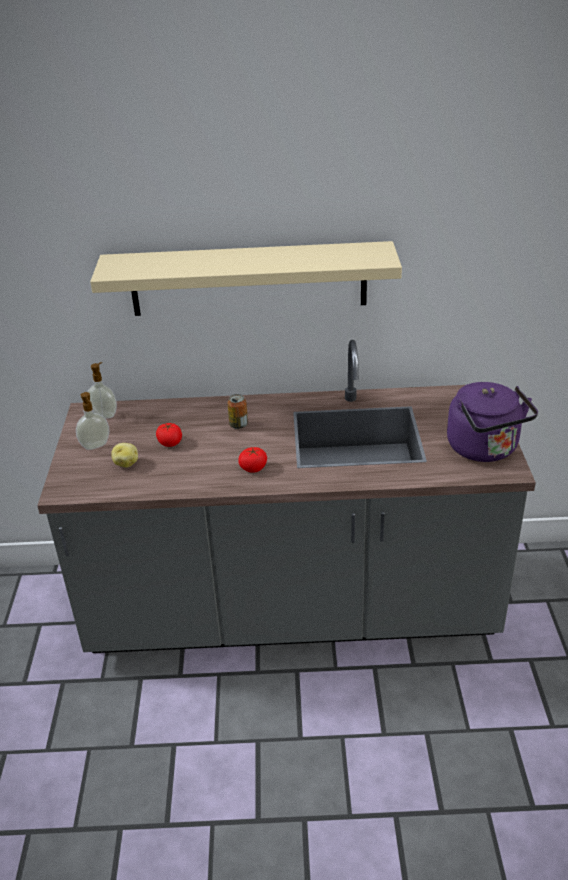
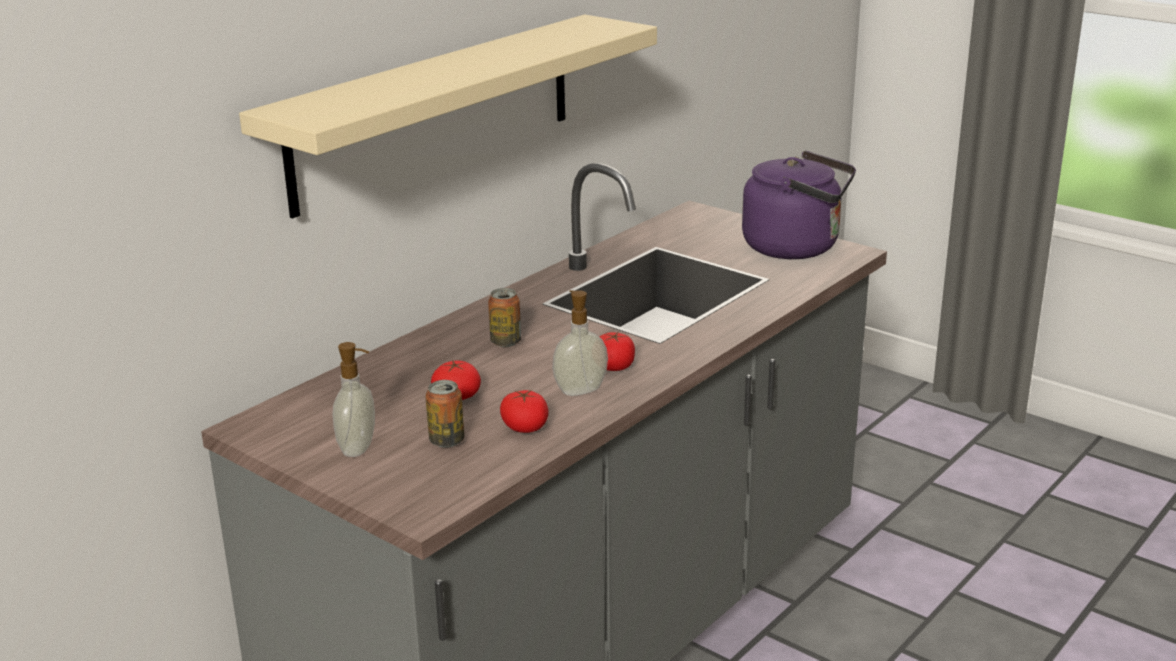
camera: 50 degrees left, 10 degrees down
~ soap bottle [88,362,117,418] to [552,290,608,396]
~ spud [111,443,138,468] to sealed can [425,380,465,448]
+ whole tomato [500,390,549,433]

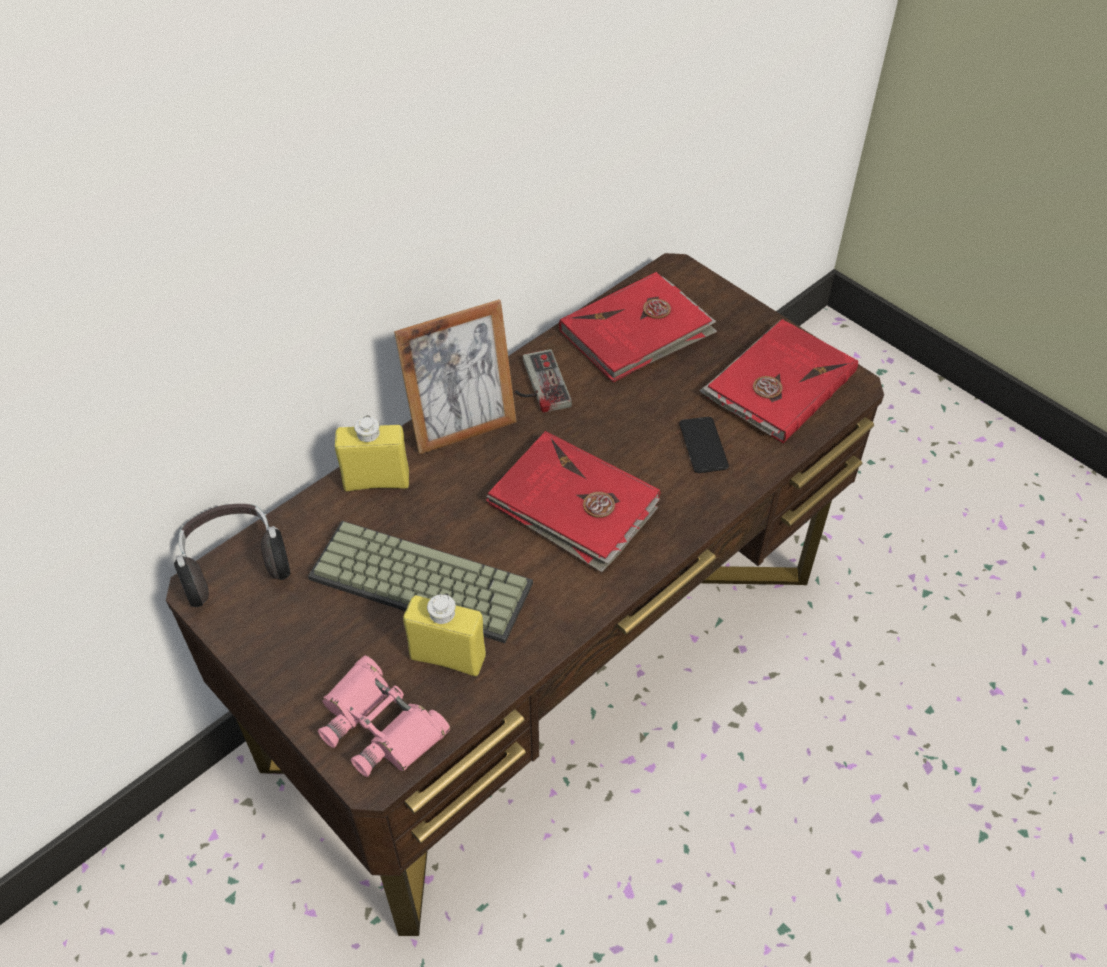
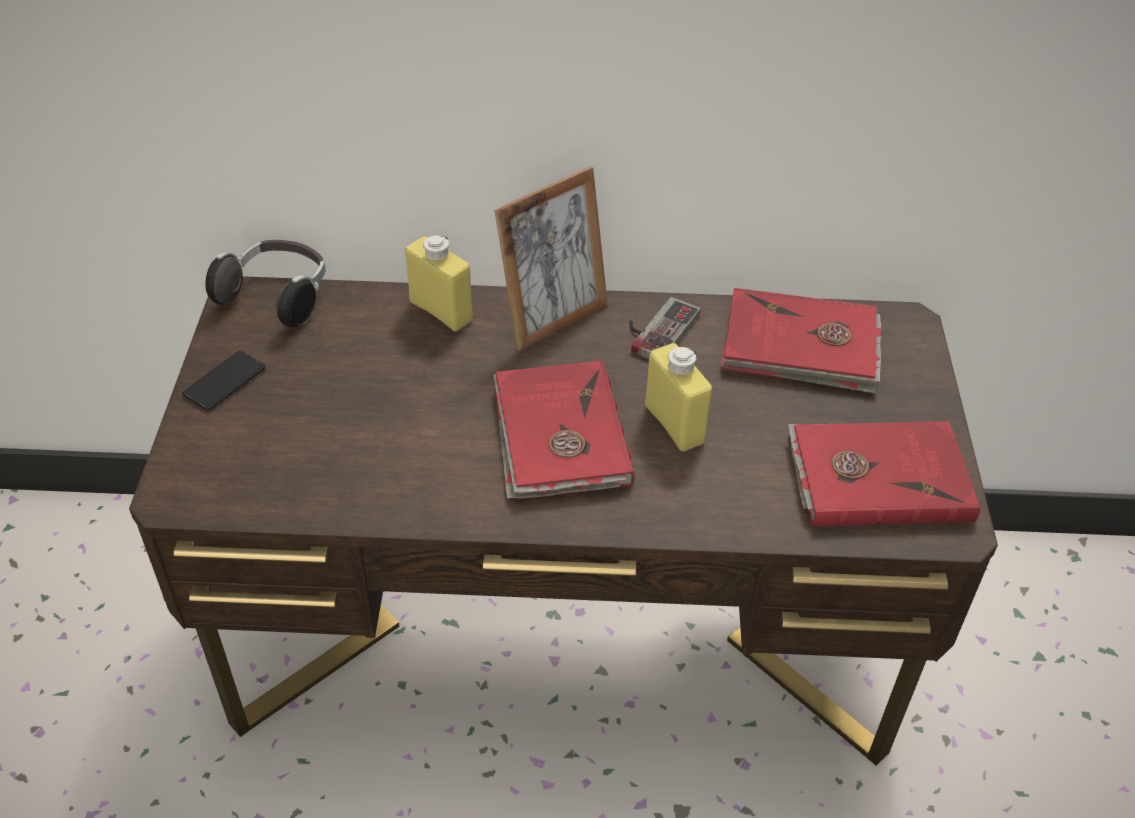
camera: 45 degrees right, 5 degrees down
- PC keyboard [308,521,533,643]
- pinkish pair of binoculars [318,655,450,777]
~ standing frame [394,299,517,454] = [494,166,608,351] 60 degrees counterclockwise
~ yellow beverage bottle [403,593,486,676] to [645,343,712,452]
~ handset [679,417,729,473] to [182,351,265,410]

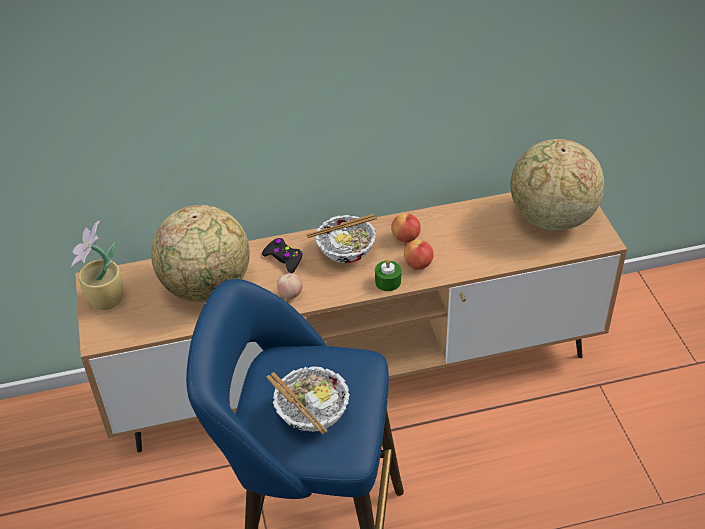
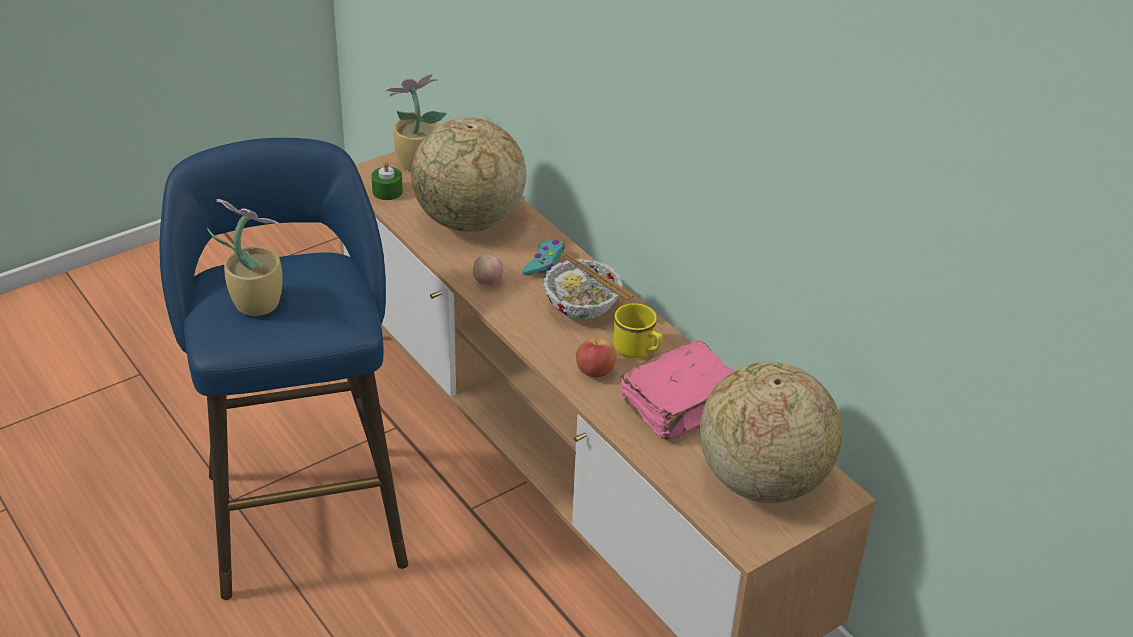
camera: 65 degrees right, 5 degrees down
~ black game controller [262,238,303,273] to blue-green game controller [522,240,565,275]
~ deep dish [266,366,350,435] to plant in a pot [207,199,283,316]
~ greenish wax light [375,259,401,291] to [371,161,403,200]
~ apple [391,213,421,243] to yellow tea mug [614,303,663,358]
+ pinkish book [620,341,735,440]

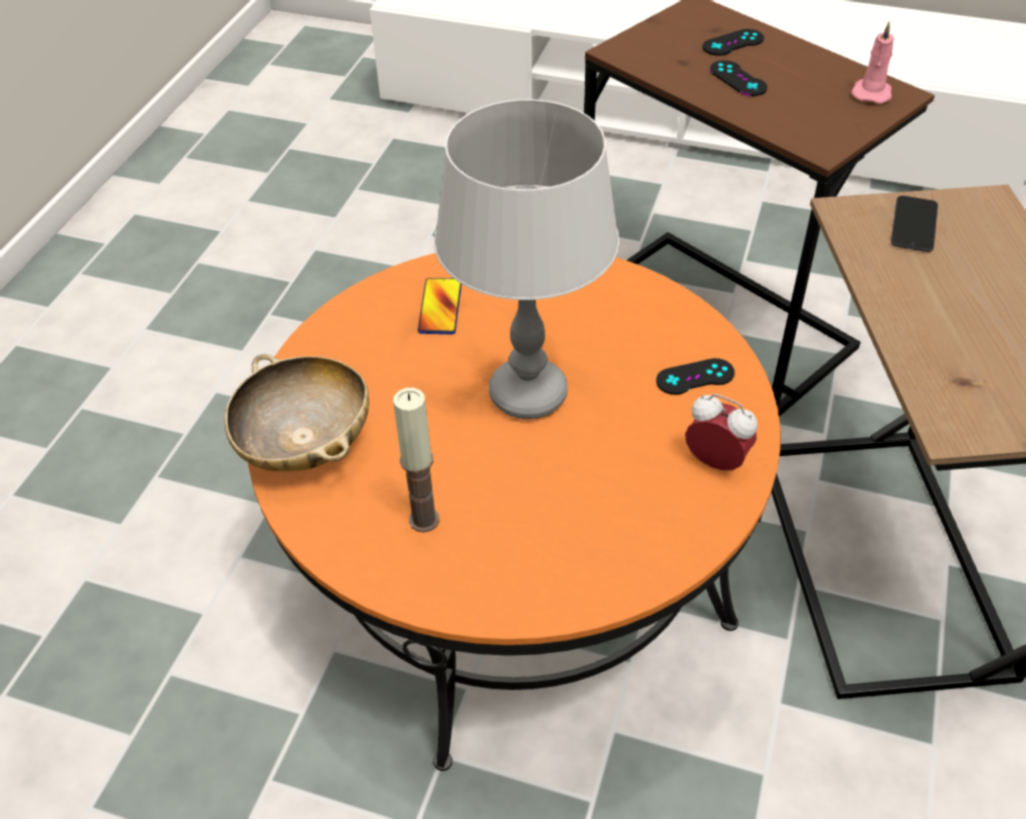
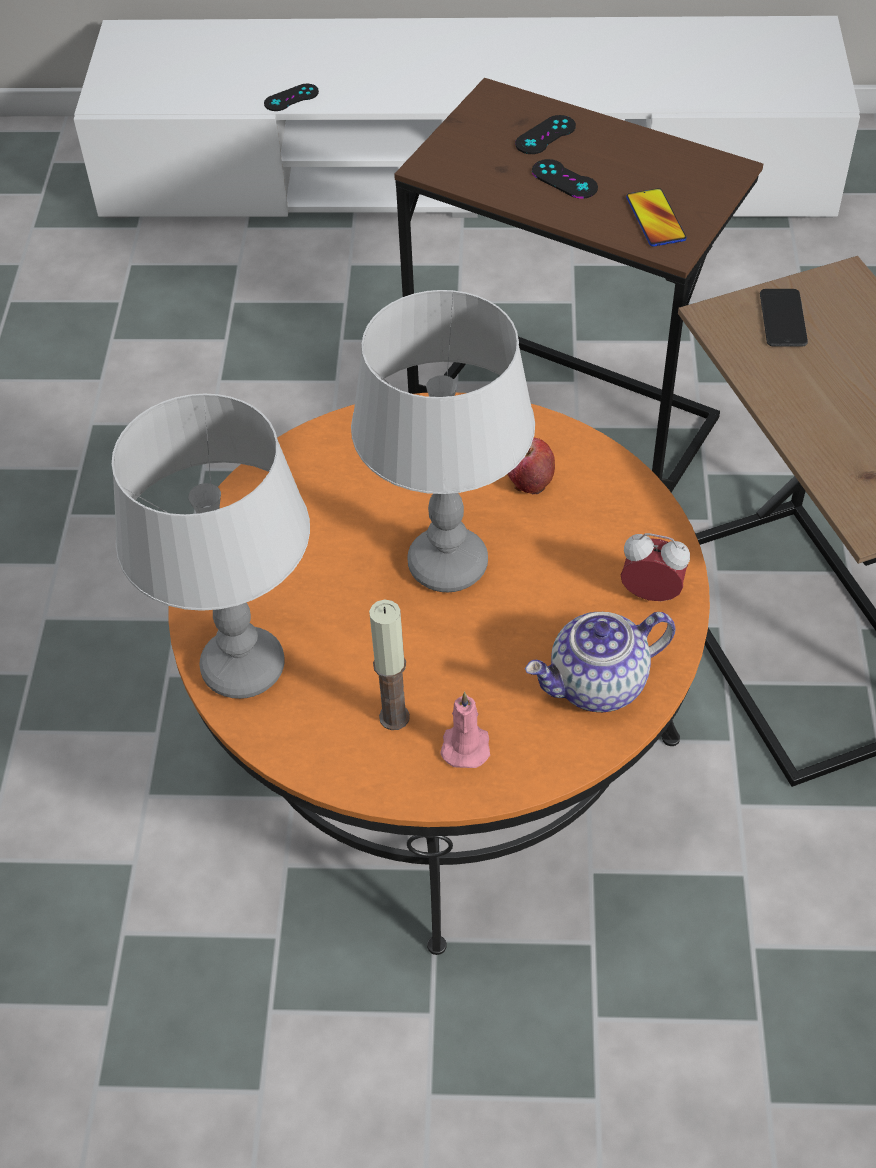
camera: 15 degrees left, 5 degrees up
~ beige deep dish [225,354,369,472] to gray table lamp [112,394,310,699]
~ handset [418,278,462,334] to [626,188,687,247]
~ black game controller [656,358,735,395] to [264,84,319,111]
~ pinkish wax light [851,21,894,104] to [440,692,490,768]
+ apple [507,438,555,495]
+ pot for tea [525,612,676,712]

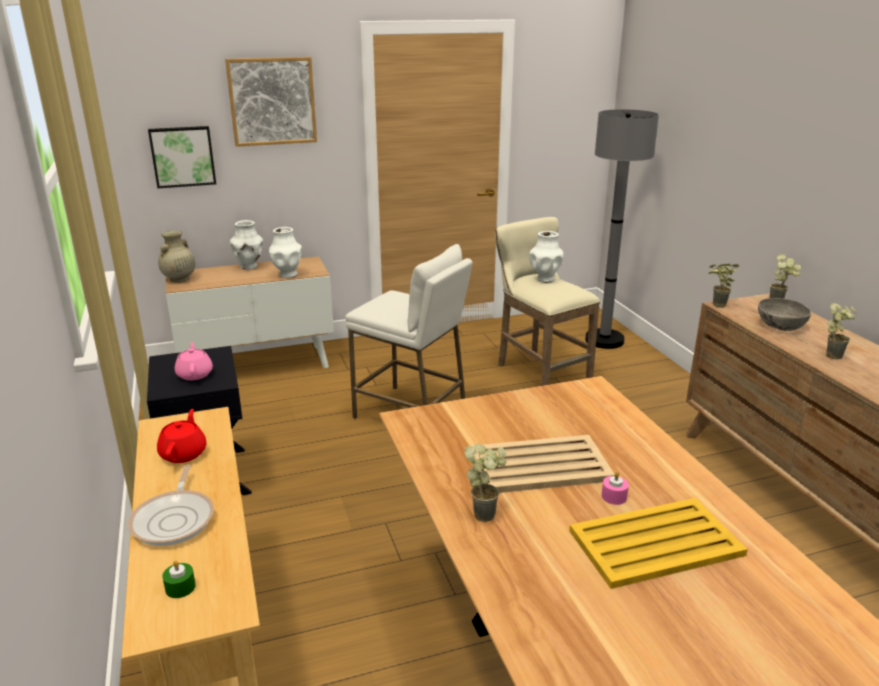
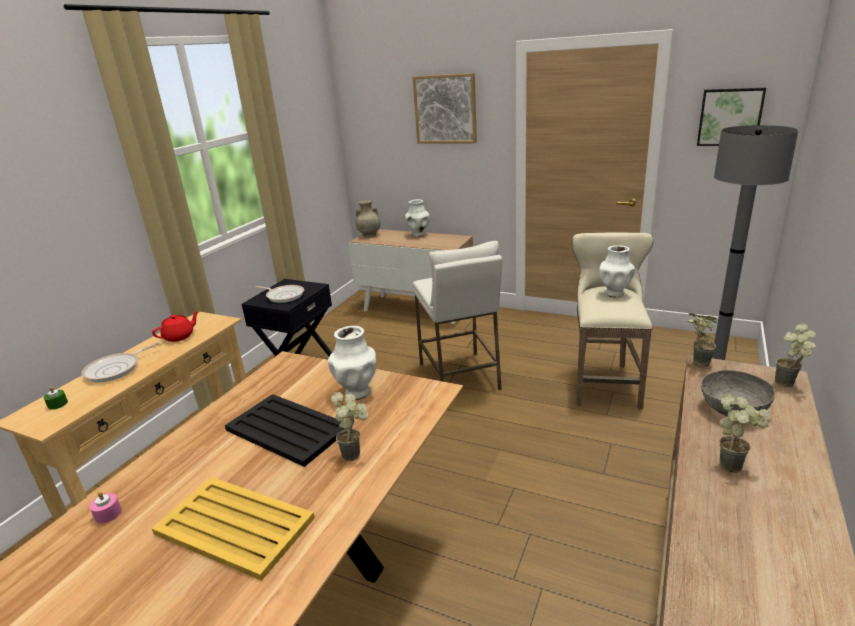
camera: 45 degrees right, 0 degrees up
~ wall picture [148,126,216,188] to [697,88,766,146]
~ pinkish pot for tea [175,342,213,380] to pan [255,285,304,303]
~ white decorative vase [269,227,302,278] to [328,326,376,400]
~ plant in a pot [464,444,506,522] to [331,392,369,461]
~ beige tray [471,435,615,493] to black tray [225,394,344,467]
~ pinkish wax light [601,472,629,505] to [90,491,122,524]

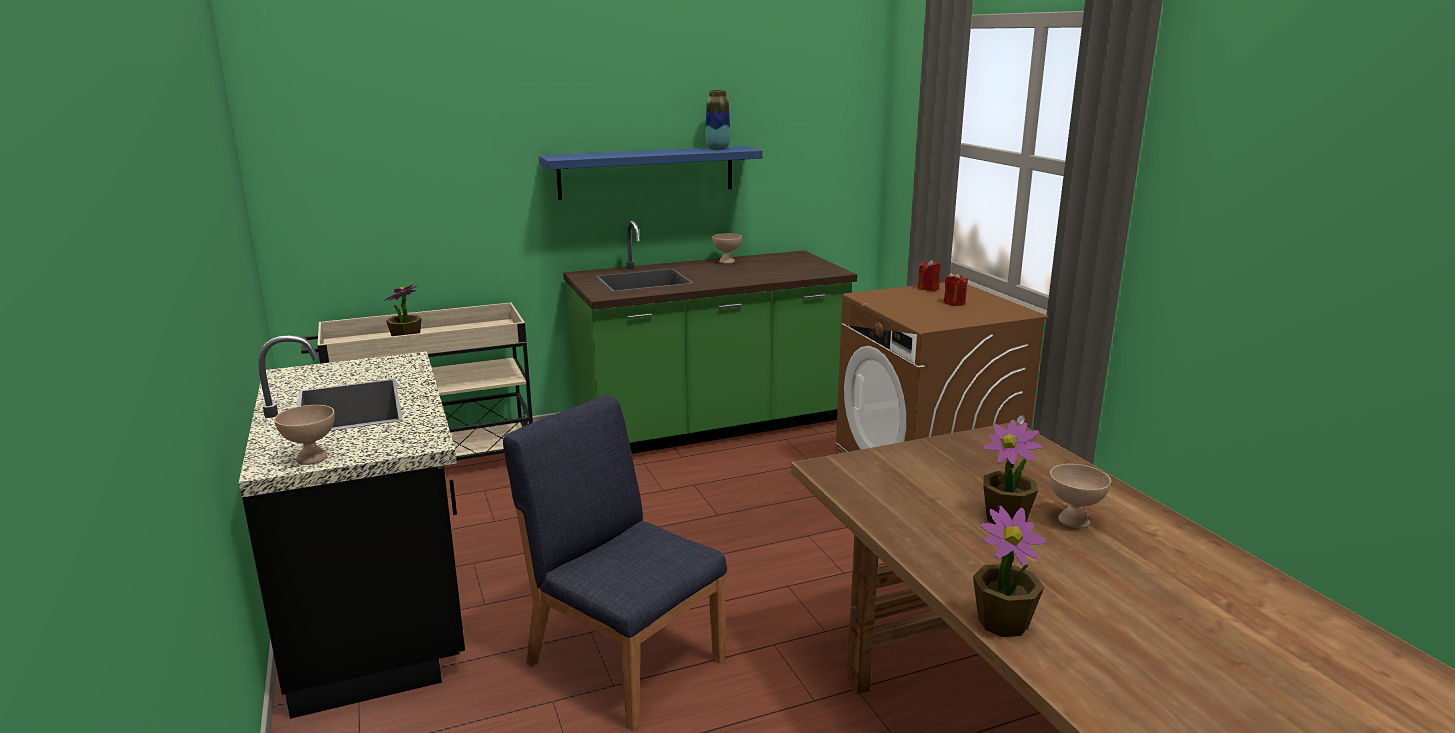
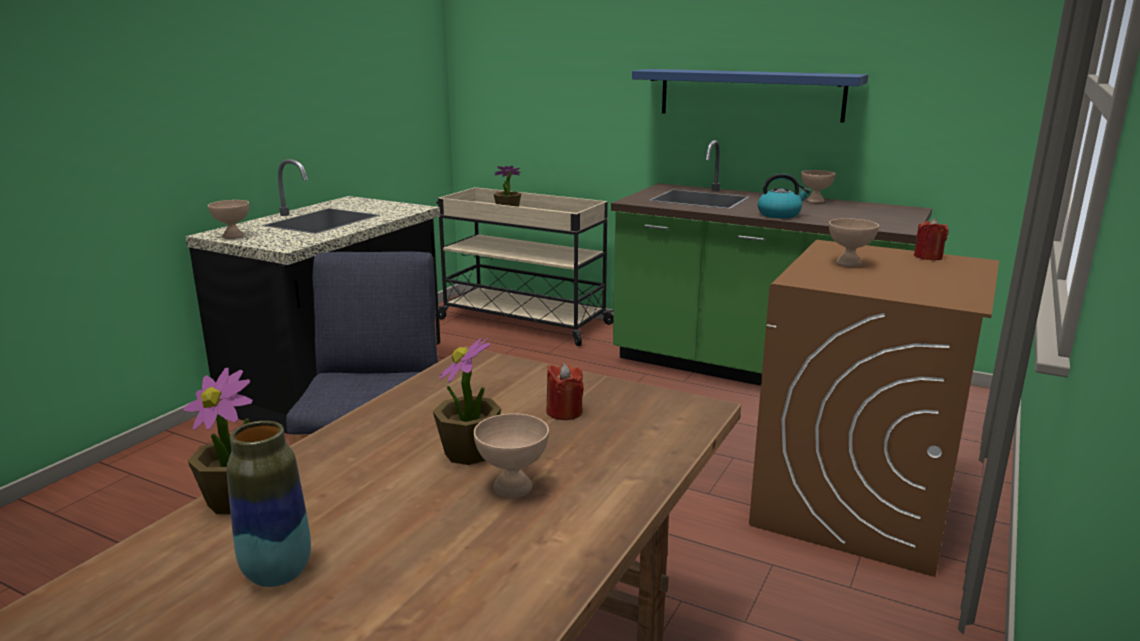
camera: 50 degrees right, 0 degrees up
~ decorative vase [705,90,731,150] to [227,421,311,587]
~ red-coloured wax light [944,272,968,306] to [546,363,584,420]
+ water kettle [758,173,810,218]
+ beige deep dish [829,218,879,267]

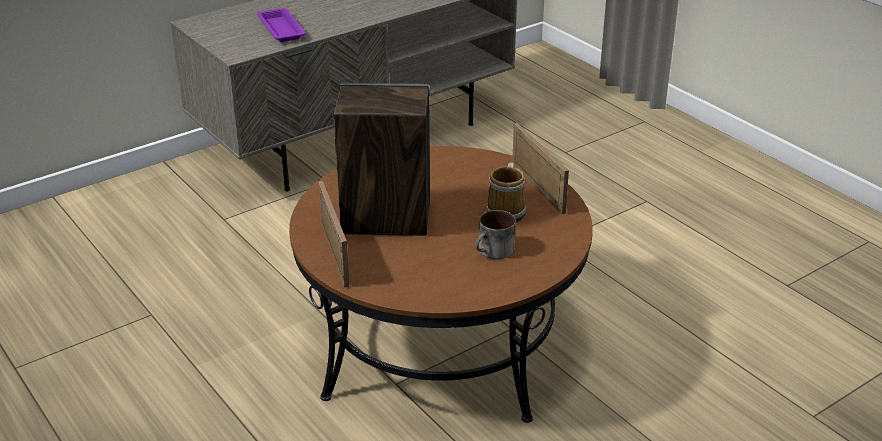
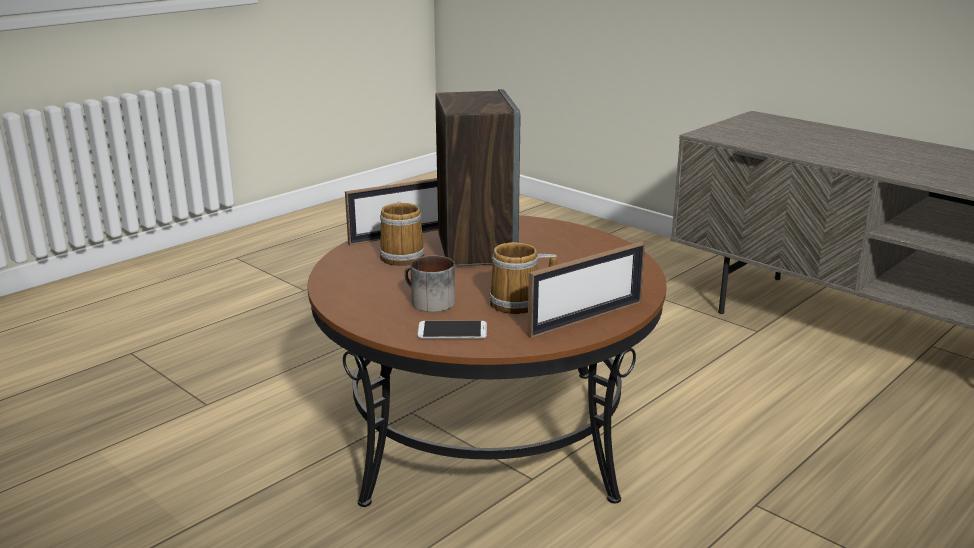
camera: 80 degrees right, 10 degrees down
- purple-coloured tray [257,8,306,42]
+ tea mug [379,202,425,266]
+ handset [417,321,487,339]

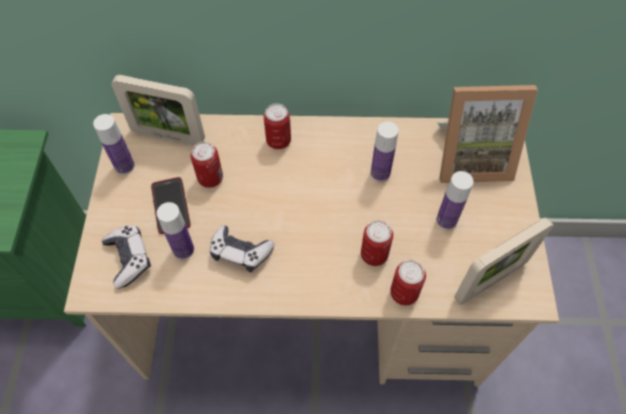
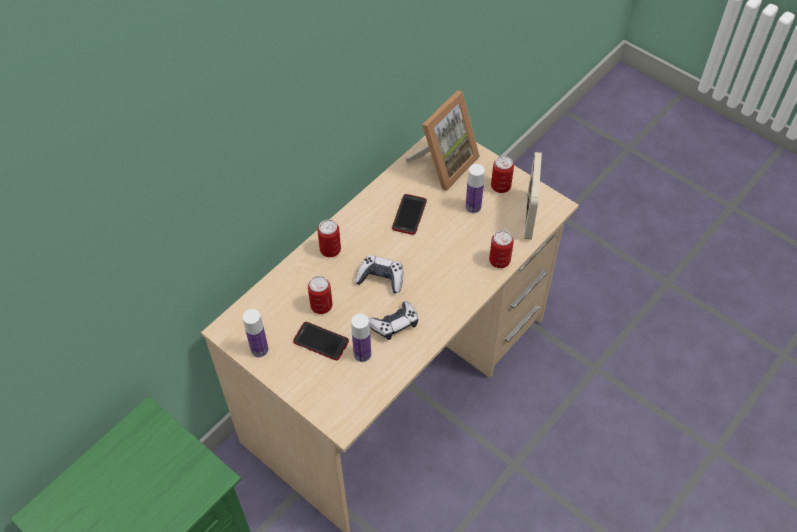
camera: 50 degrees left, 5 degrees down
~ game controller [102,225,151,289] to [355,255,403,293]
- standing frame [111,75,205,145]
~ sealed can [361,220,393,266] to [491,156,514,193]
~ beverage bottle [371,121,398,182] to handset [392,194,427,235]

